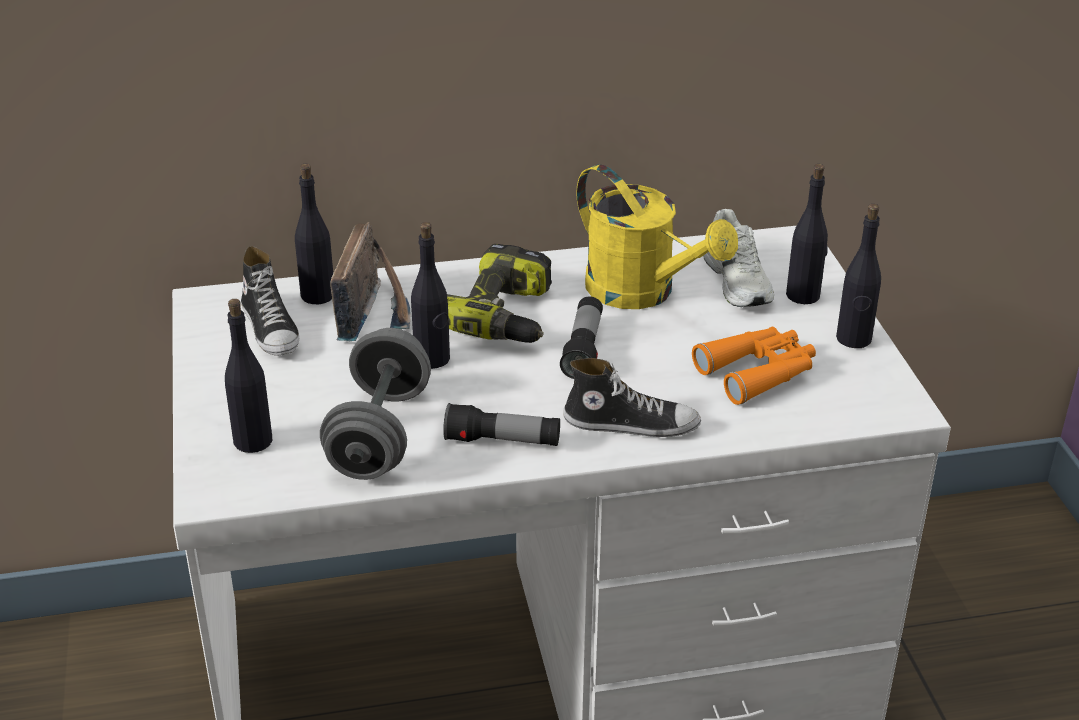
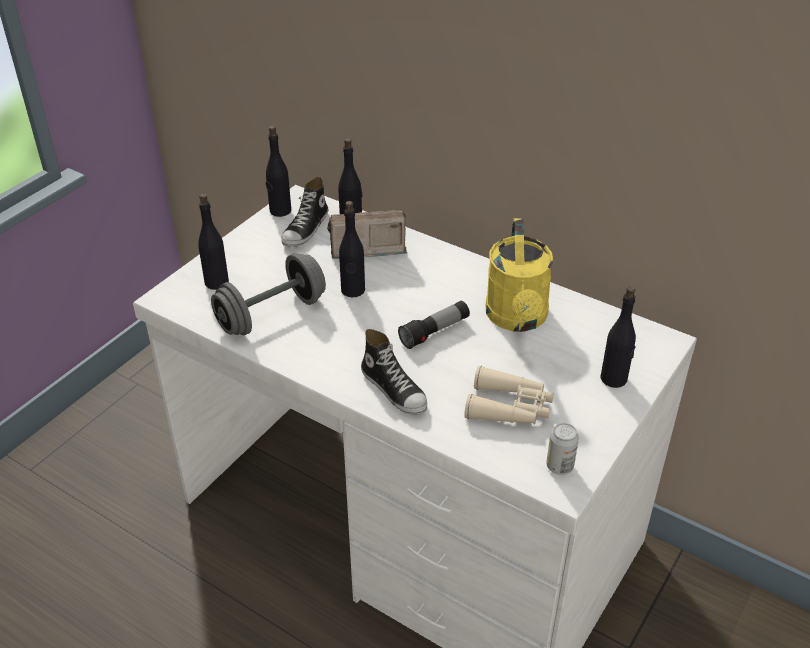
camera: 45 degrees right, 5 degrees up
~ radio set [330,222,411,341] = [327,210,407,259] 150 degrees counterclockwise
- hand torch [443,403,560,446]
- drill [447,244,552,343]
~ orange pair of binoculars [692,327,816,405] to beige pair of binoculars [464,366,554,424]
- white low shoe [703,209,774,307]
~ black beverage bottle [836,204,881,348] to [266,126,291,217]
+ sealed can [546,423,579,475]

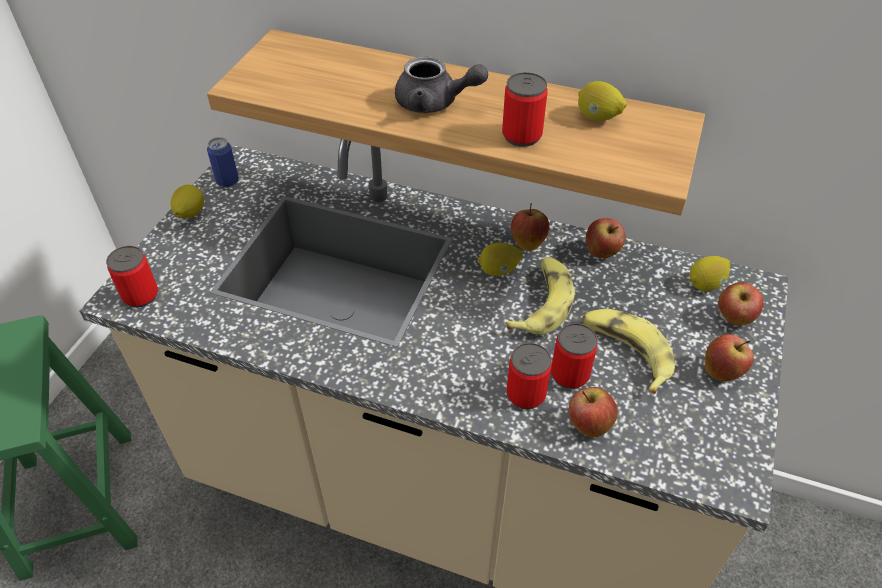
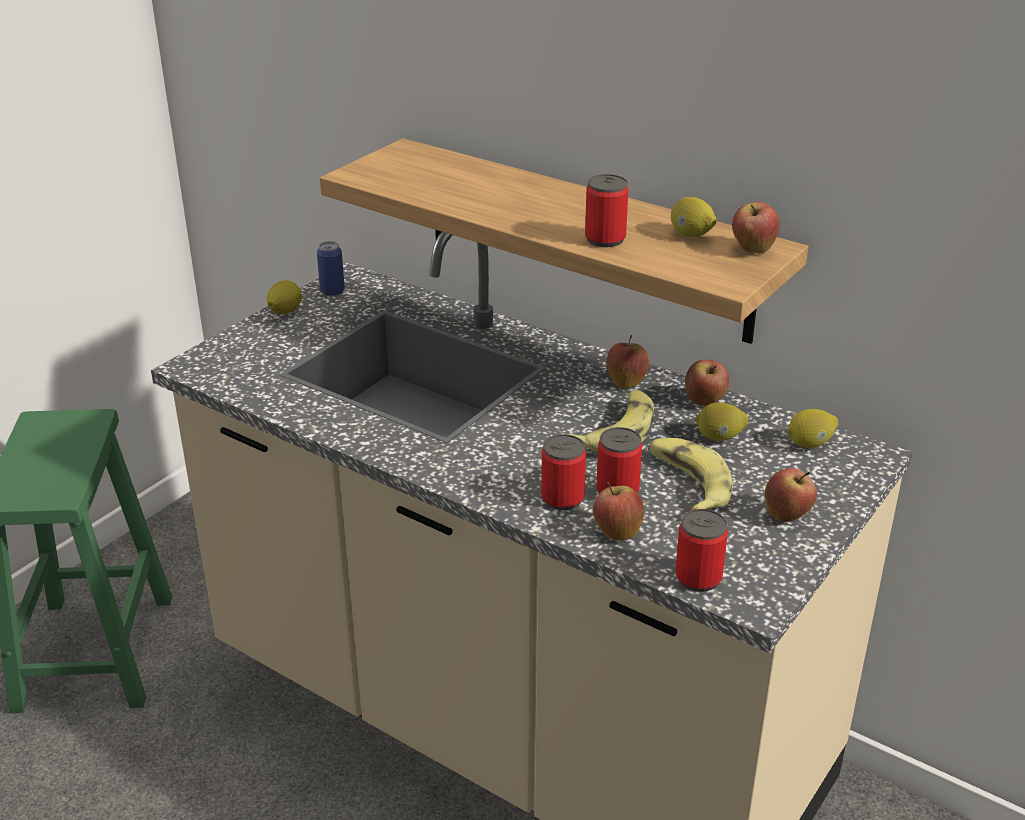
camera: 15 degrees right, 15 degrees down
~ sealed can [106,246,158,307] to [675,509,728,592]
- gray pot for tea [395,57,488,113]
~ lemon [477,243,523,276] to [695,403,748,441]
~ apple [718,282,764,326] to [732,202,780,254]

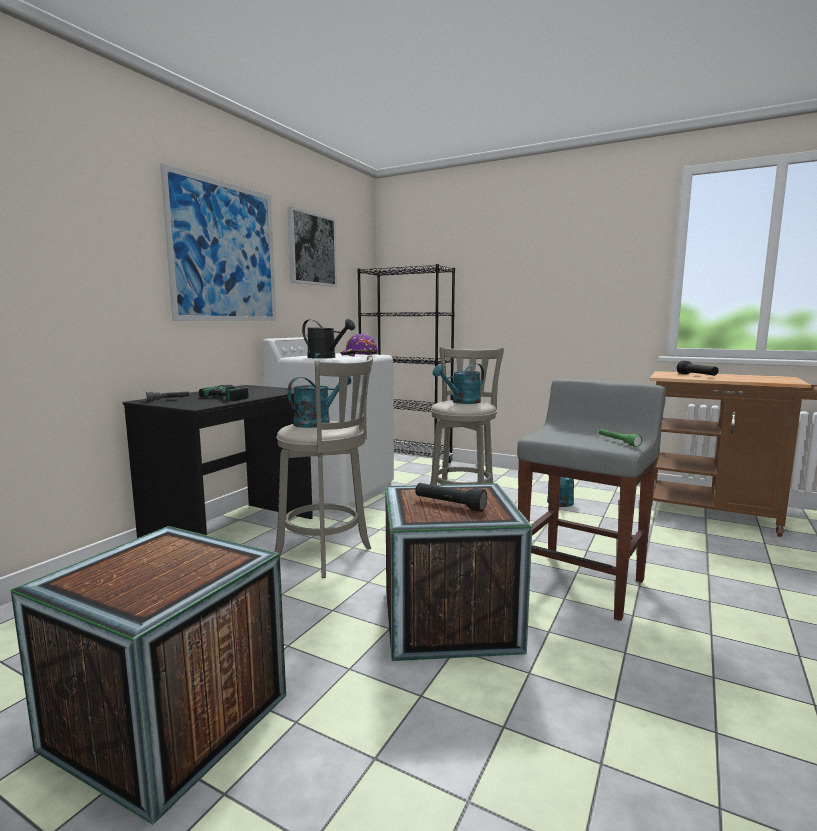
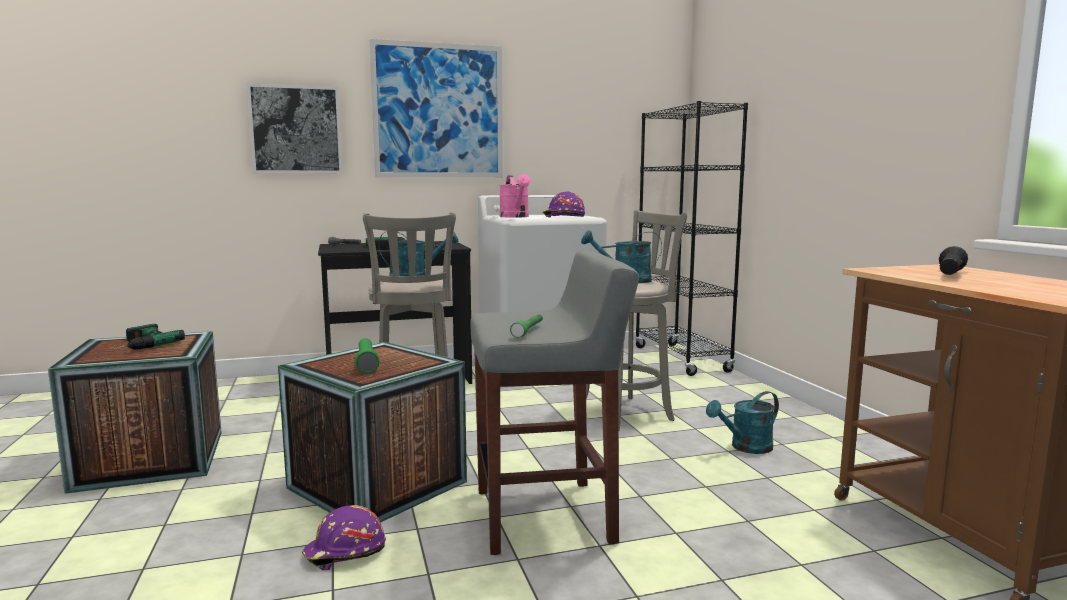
camera: 45 degrees right, 0 degrees up
~ wall picture [287,206,337,287] to [246,83,343,173]
~ black watering pot [302,319,355,359] to pinkish watering pot [500,174,531,218]
~ black hand torch [415,483,487,512] to greenish hand torch [355,338,380,374]
+ drill [114,324,185,350]
+ purple-coloured hard hat [302,505,386,570]

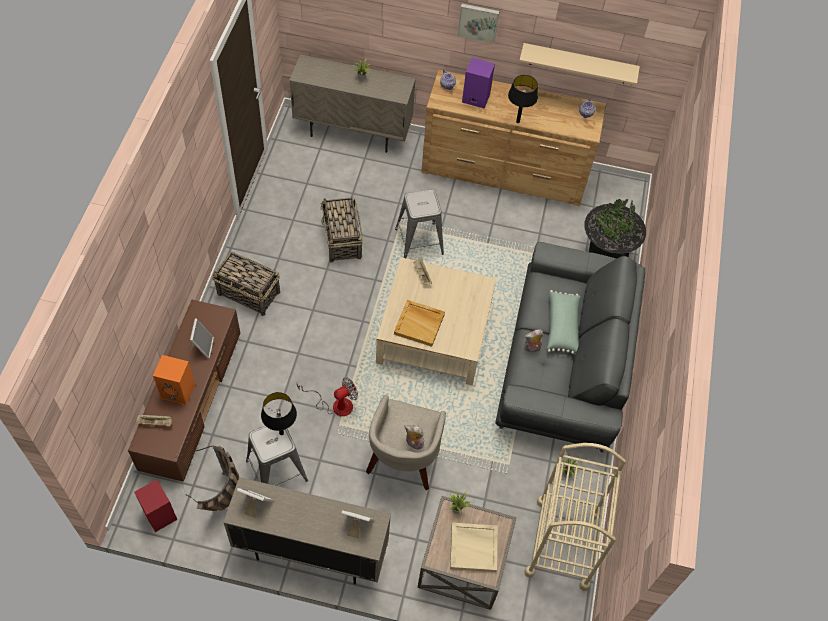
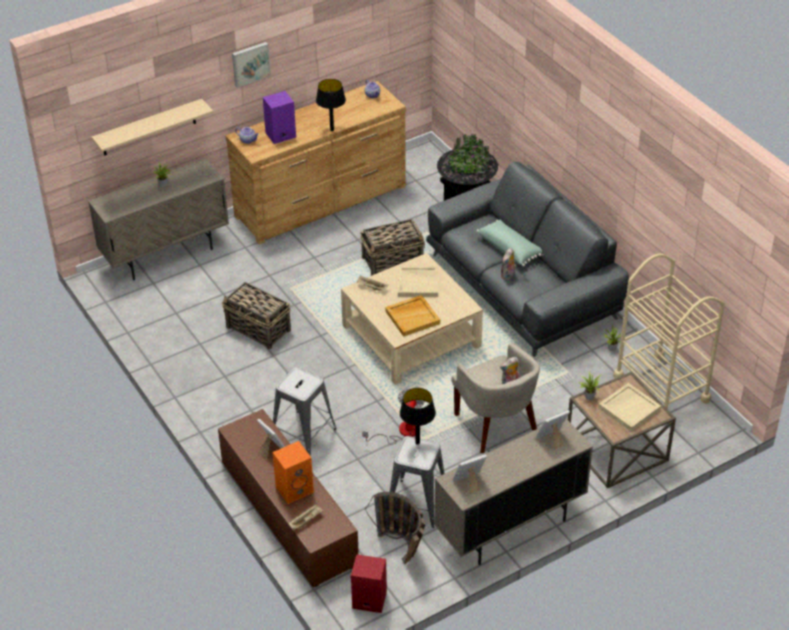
camera: 40 degrees left, 15 degrees down
~ storage basket [212,252,280,316] to [360,219,425,276]
~ gray stool [395,190,444,258] to [273,367,337,455]
~ beige wall shelf [519,43,640,85] to [91,99,213,155]
+ beige tray [398,266,438,297]

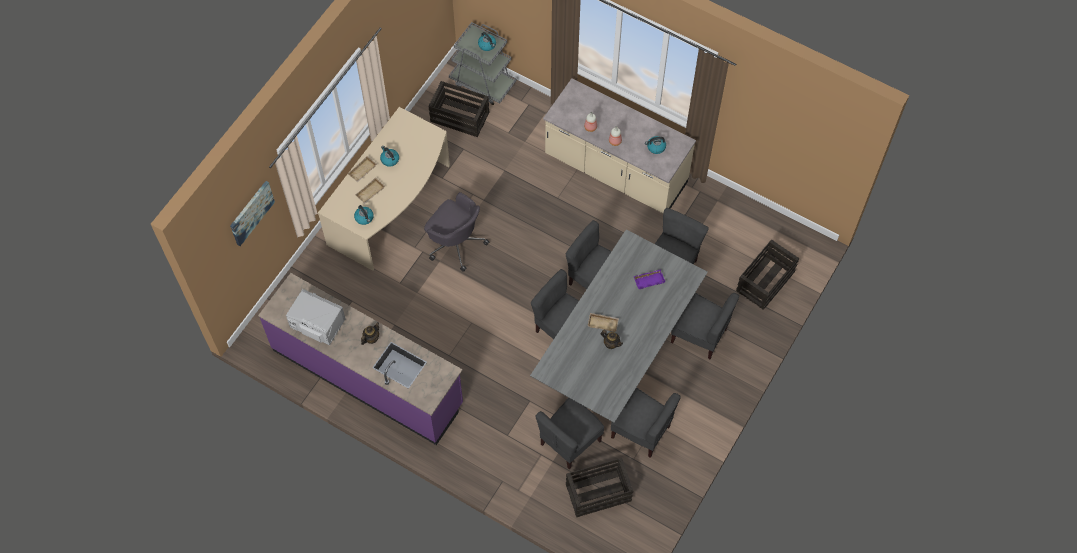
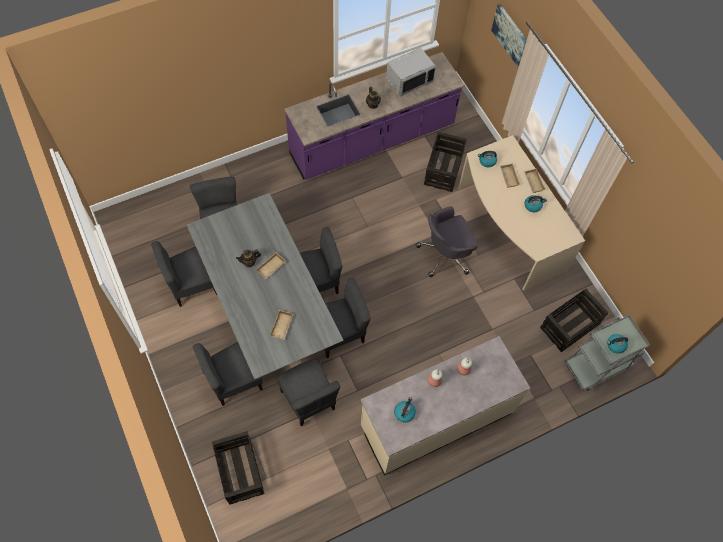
camera: 120 degrees right, 0 degrees up
~ packing crate [566,458,633,517] to [424,132,467,192]
~ purple-coloured tray [633,269,666,289] to beige tray [270,310,293,340]

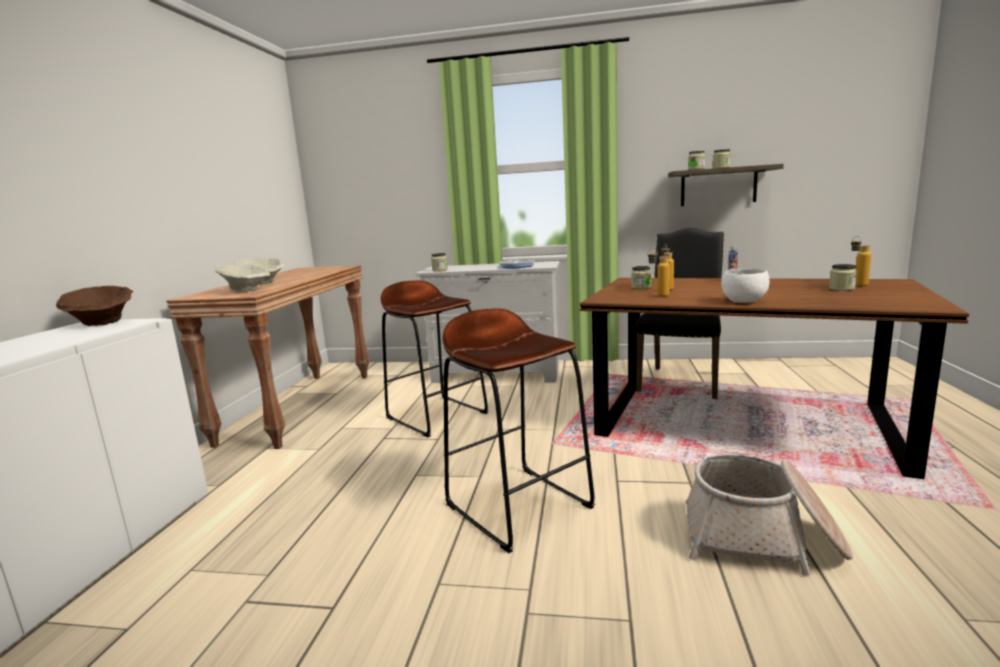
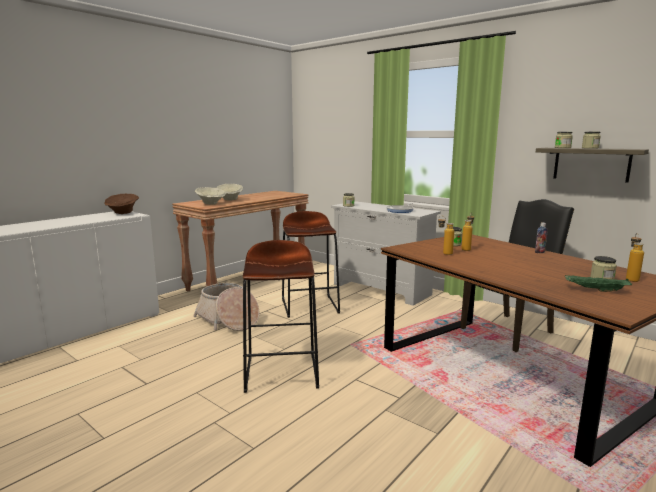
camera: 30 degrees right, 0 degrees up
~ storage basket [686,454,853,576] to [193,283,259,331]
- white deep dish [721,269,769,303]
+ greenish tray [565,275,632,292]

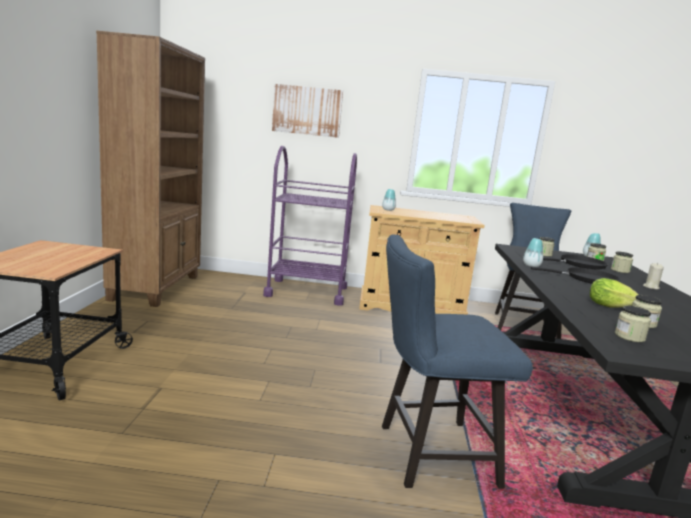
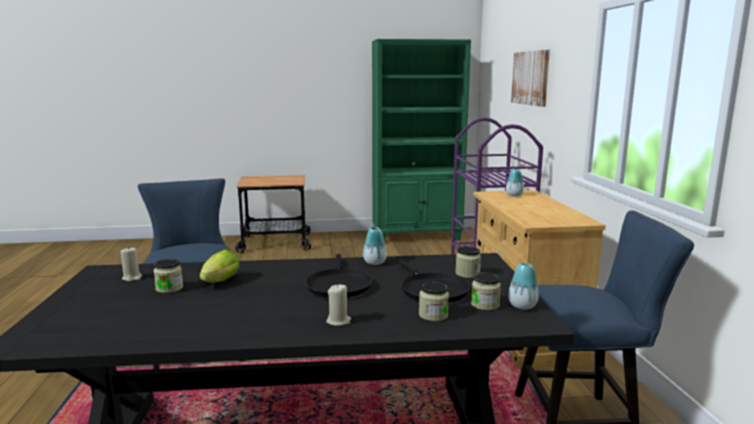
camera: 80 degrees right, 0 degrees up
~ brown-coloured bookshelf [96,31,205,307] to greenish bookshelf [372,39,471,241]
~ storage jar [615,306,651,342] to beige wax light [121,246,142,281]

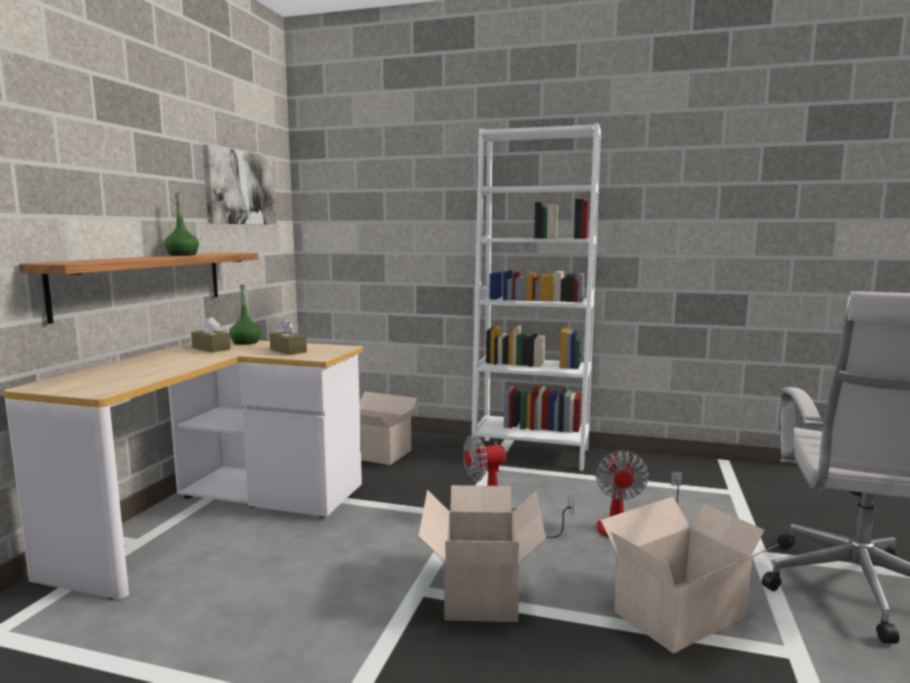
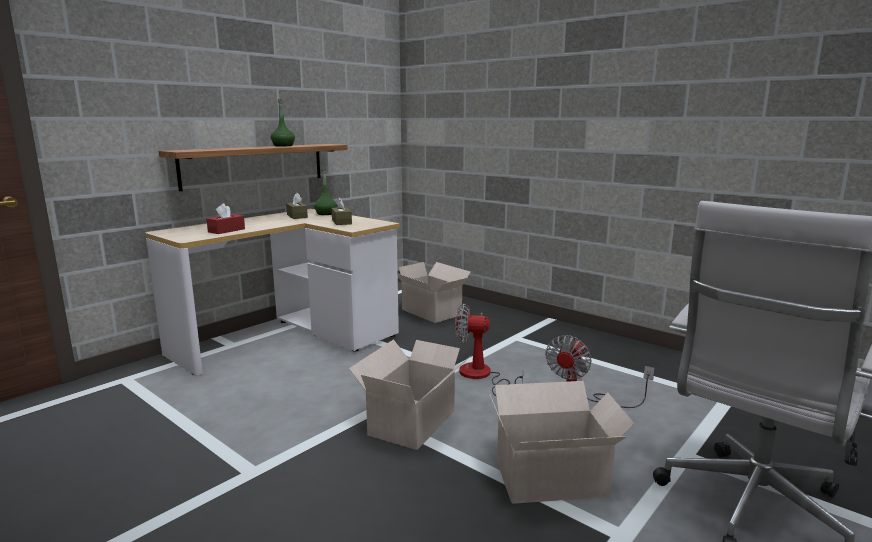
camera: 25 degrees right, 5 degrees up
- wall picture [203,144,276,225]
- white bookshelf [471,123,601,471]
+ red-coloured box of tissues [206,203,245,234]

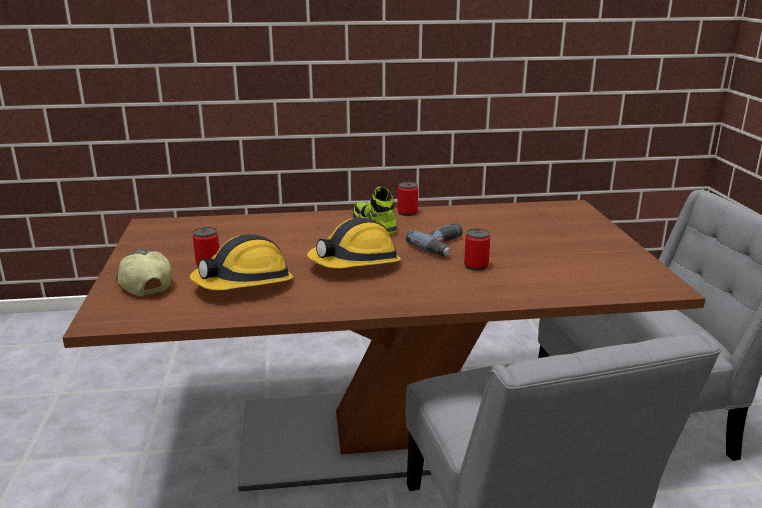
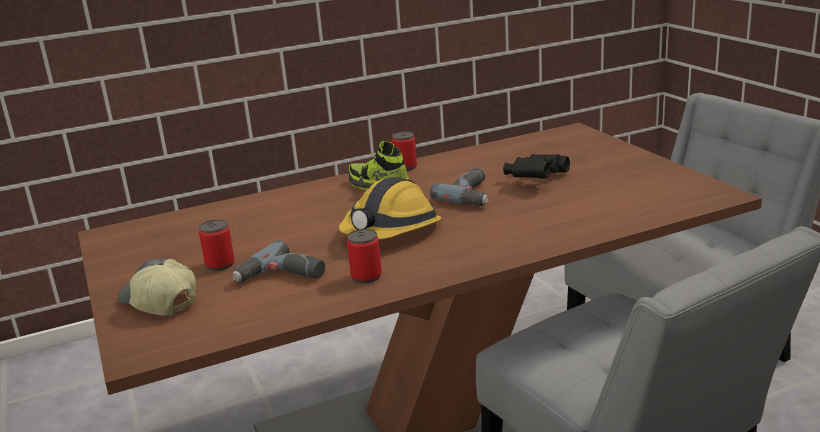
camera: 15 degrees left, 0 degrees up
~ hard hat [190,234,293,290] to drill [232,240,325,282]
~ sealed can [464,228,490,271] to [347,229,382,283]
+ black pair of binoculars [503,154,570,178]

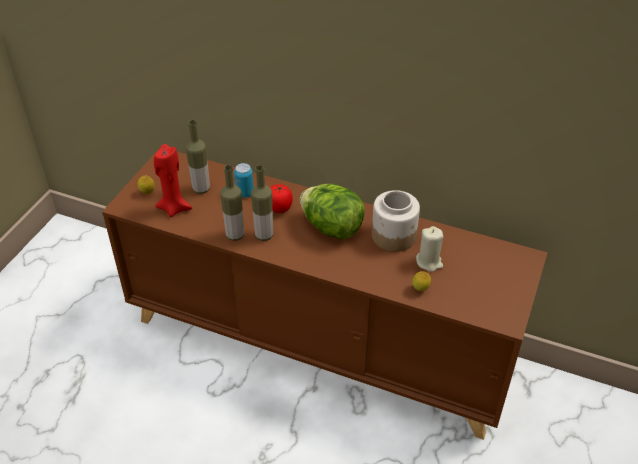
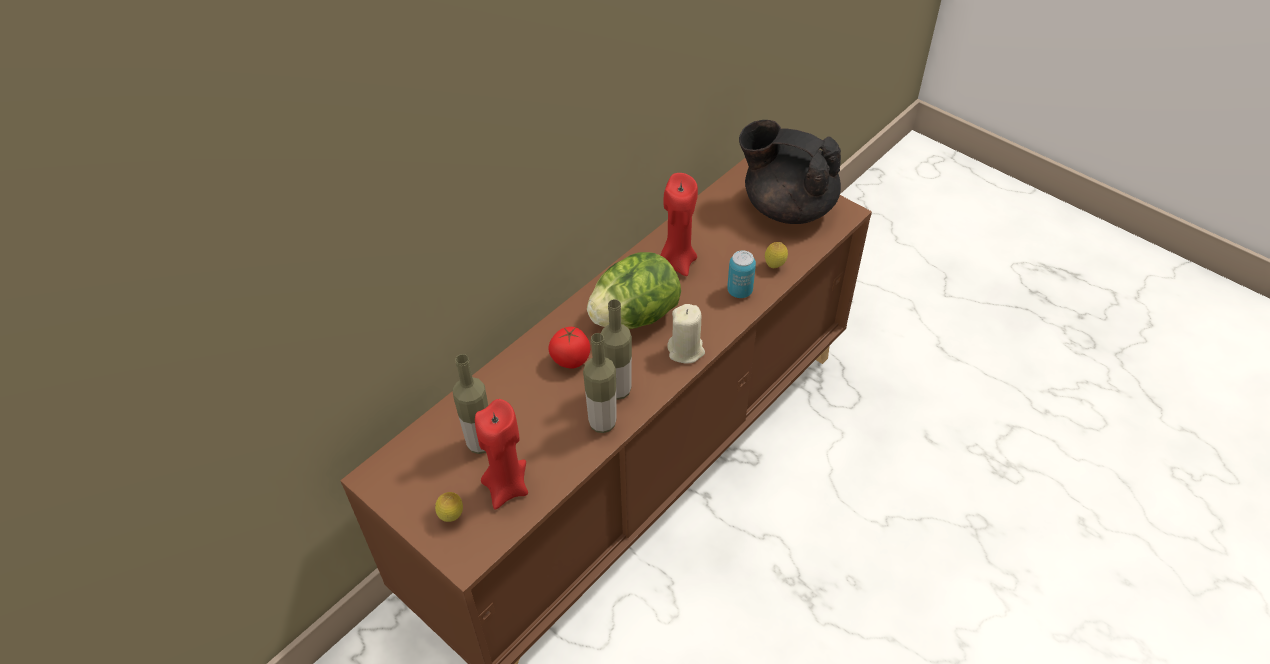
camera: 70 degrees left, 5 degrees up
~ sealed can [234,163,254,198] to [727,250,756,298]
~ storage jar [372,190,420,252] to red-coloured wax light [660,173,698,276]
~ beige wax light [416,226,443,272] to [667,304,705,364]
+ black pot for tea [739,120,841,224]

